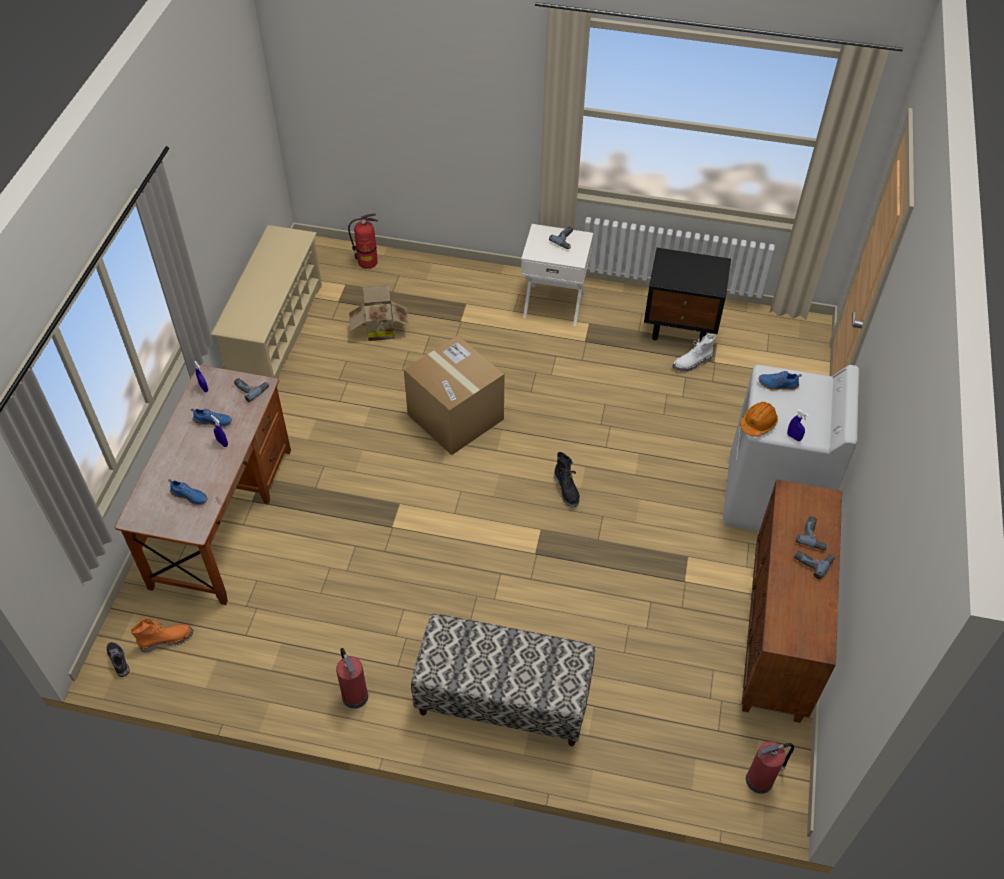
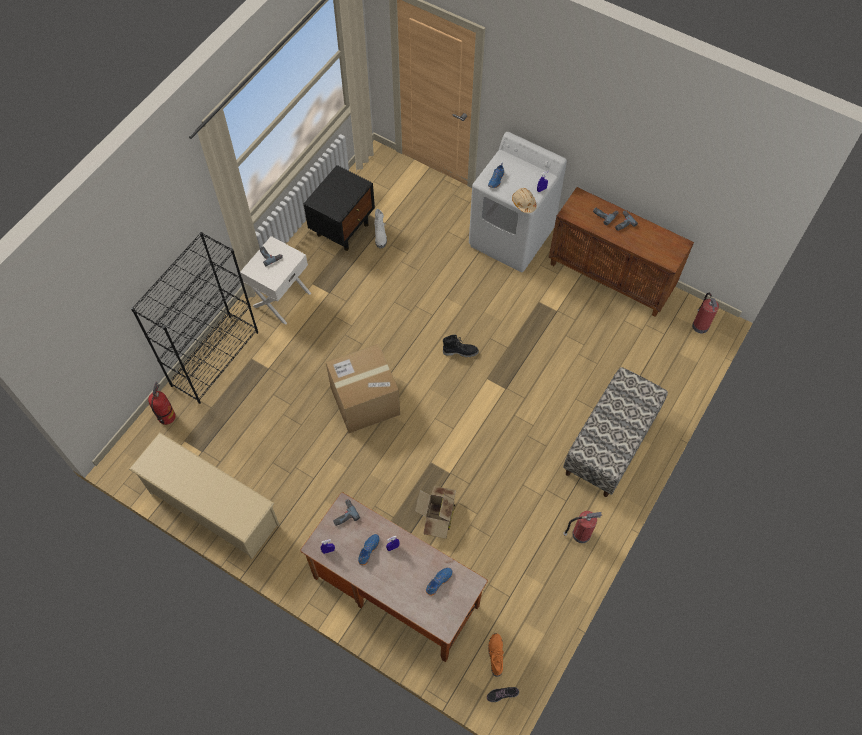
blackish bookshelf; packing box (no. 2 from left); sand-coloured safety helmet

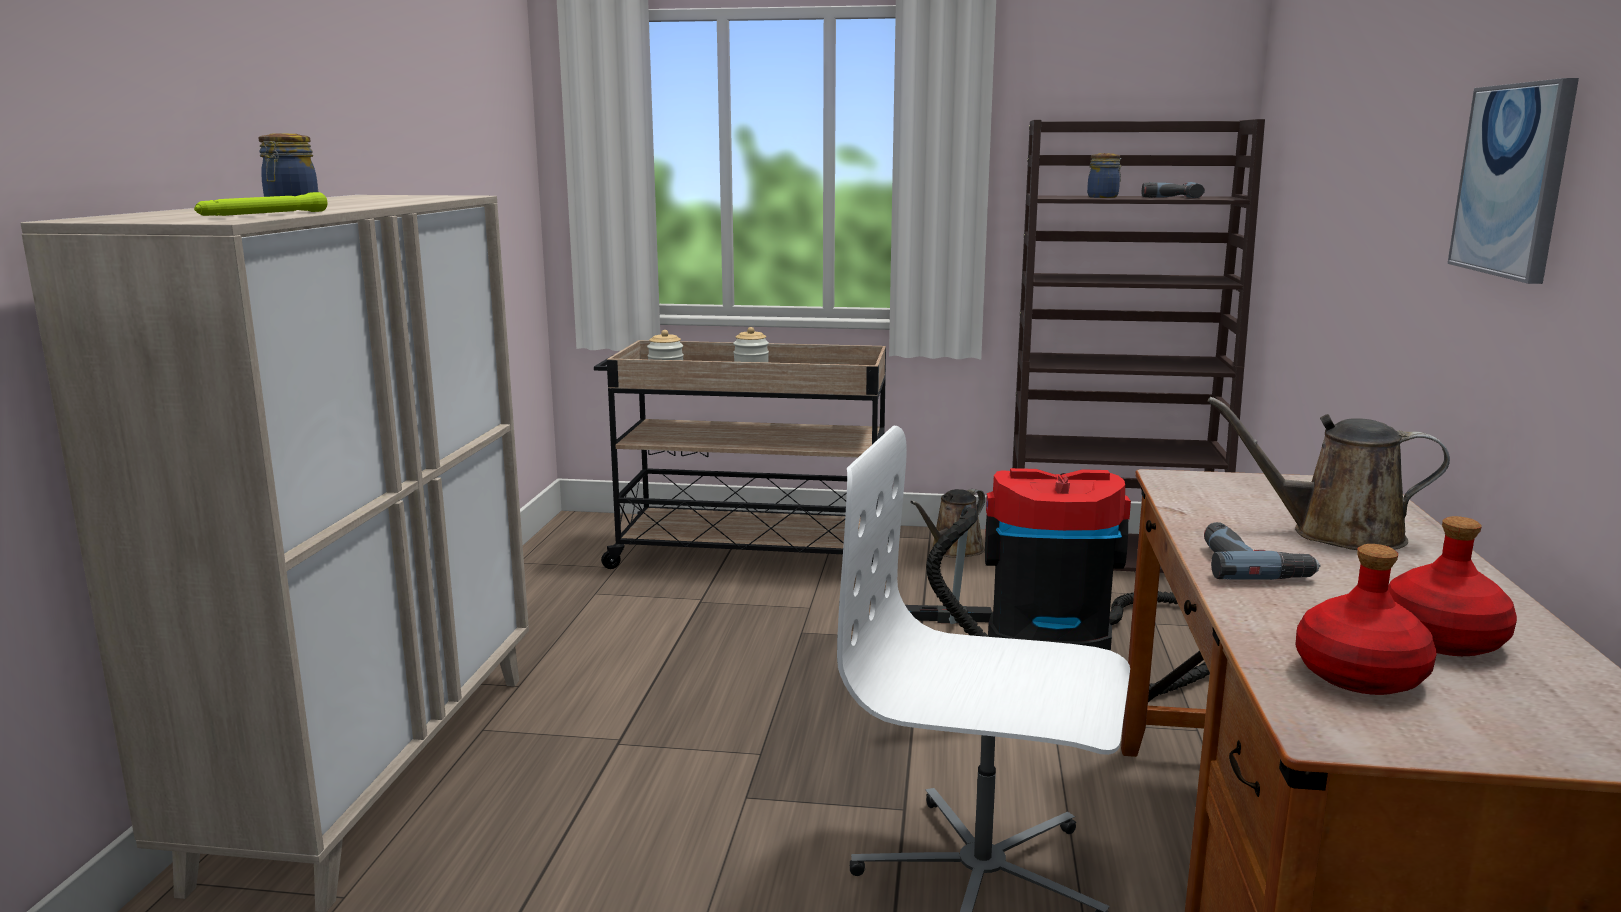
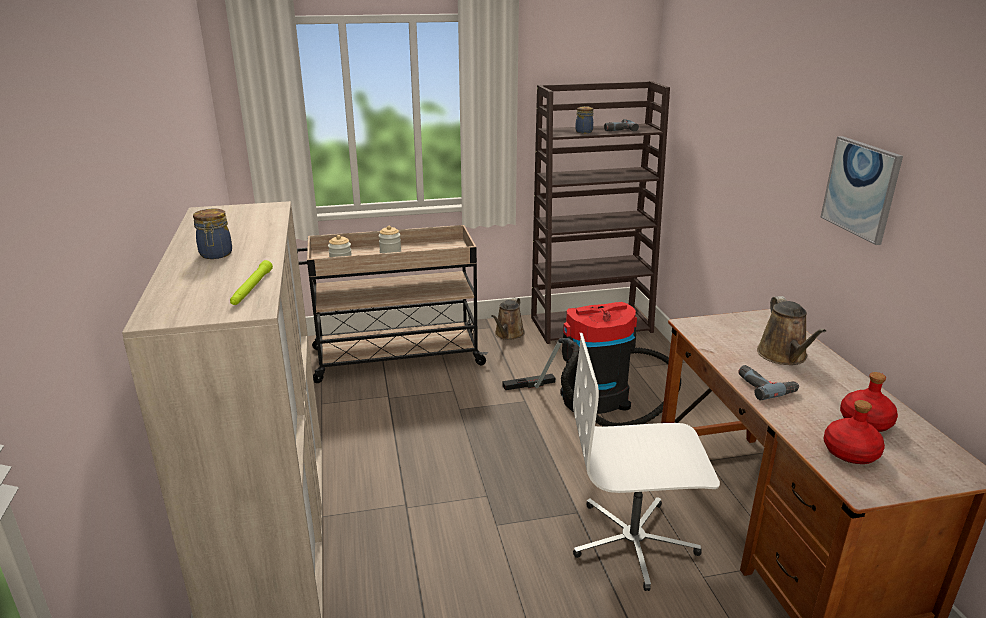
brownish watering pot (no. 2 from left)

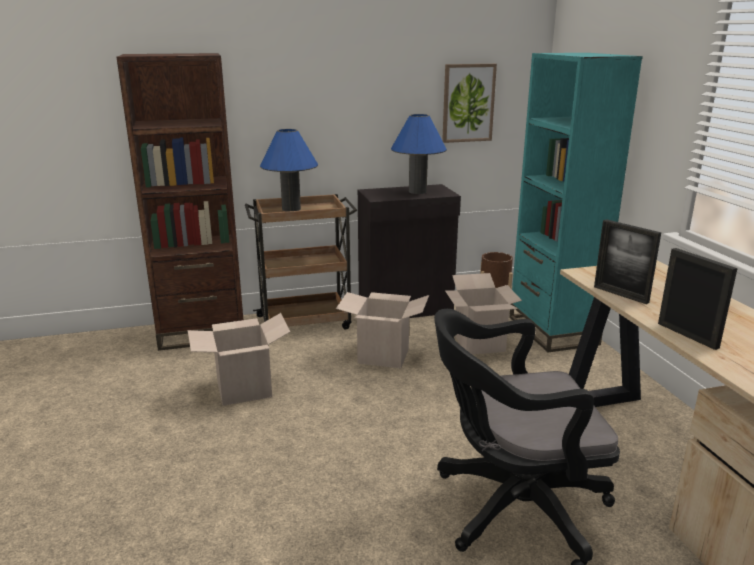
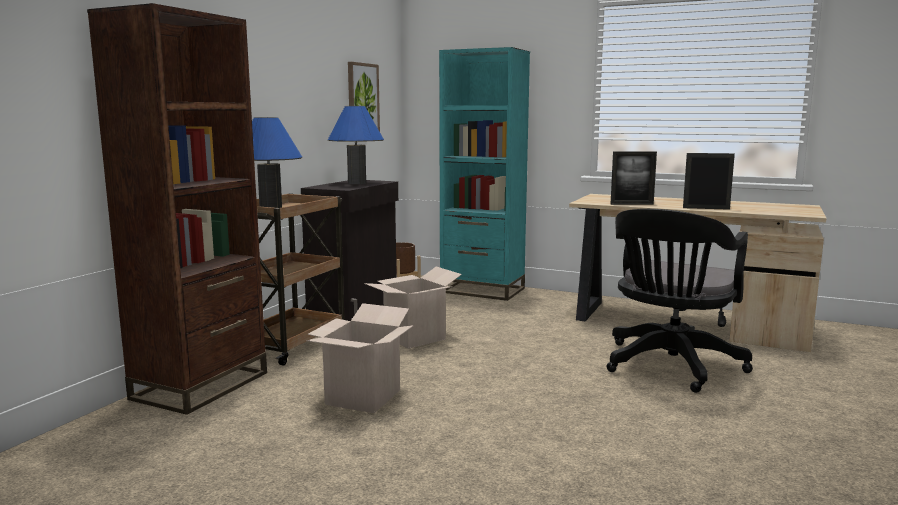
packing box (no. 3 from left in the first image)

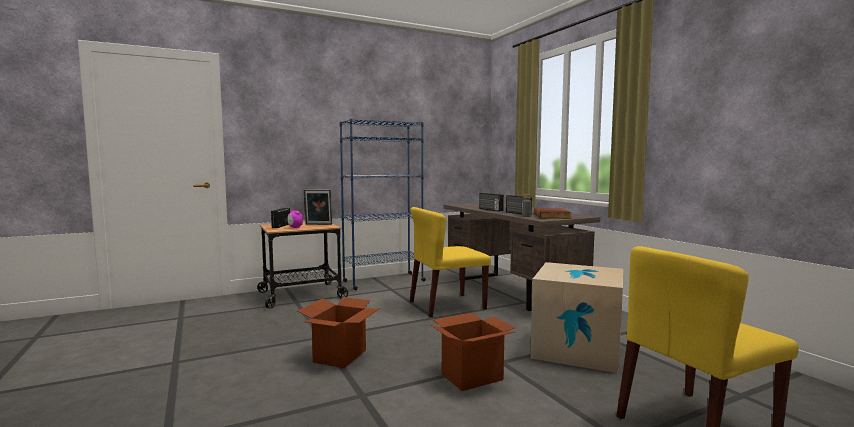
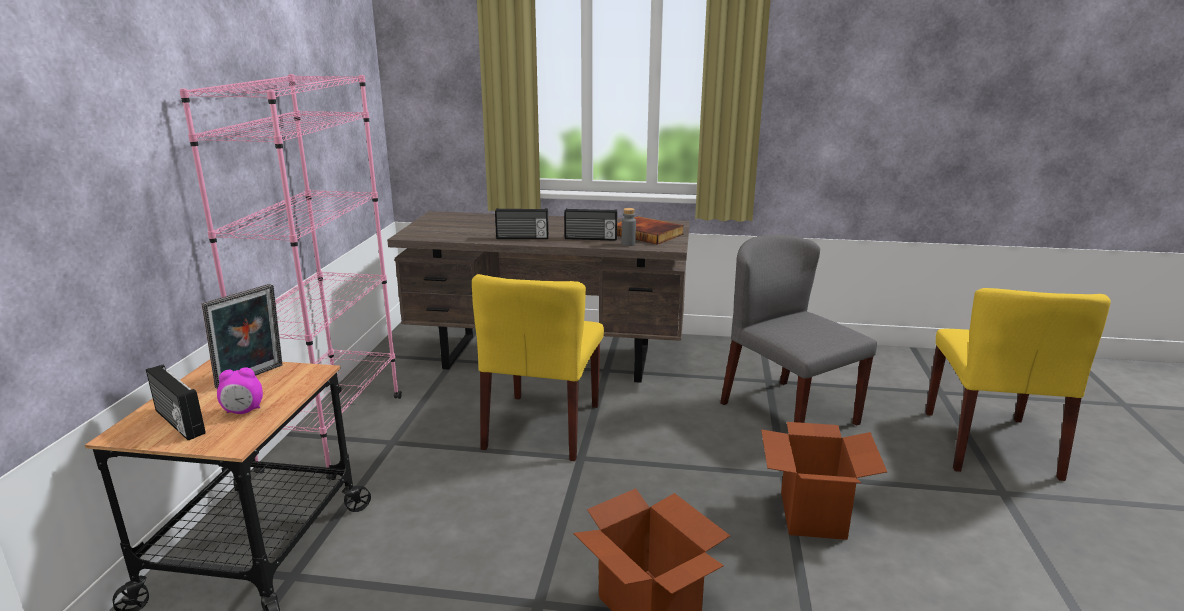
pink-coloured bookshelf; greyish upright chair

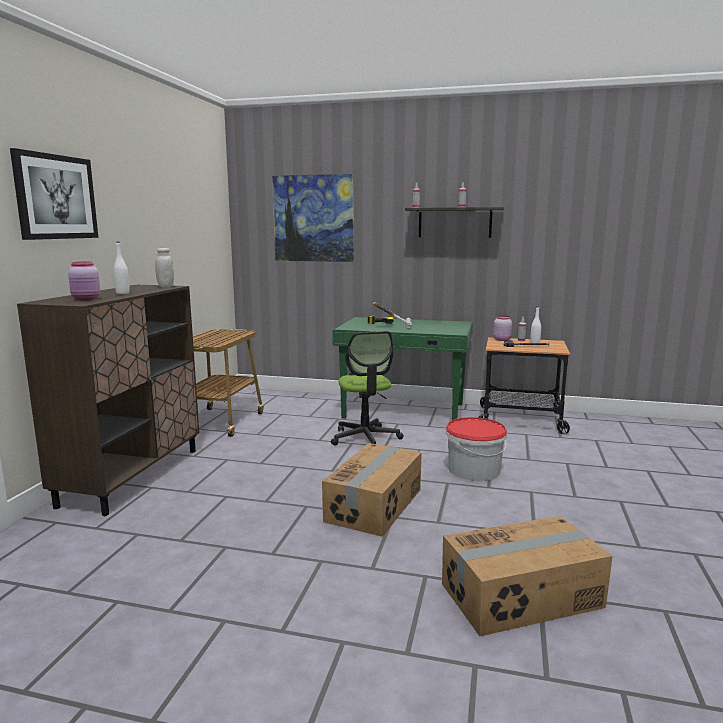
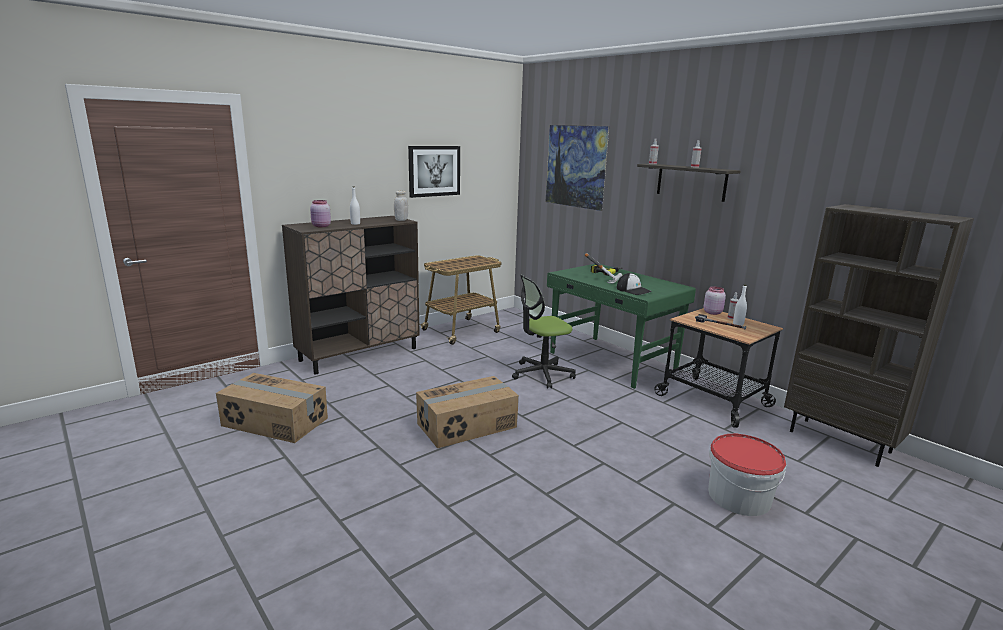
packing box (no. 1 from left); wall art (no. 1 from left); office chair; baseball cap; bucket; brownish bookshelf

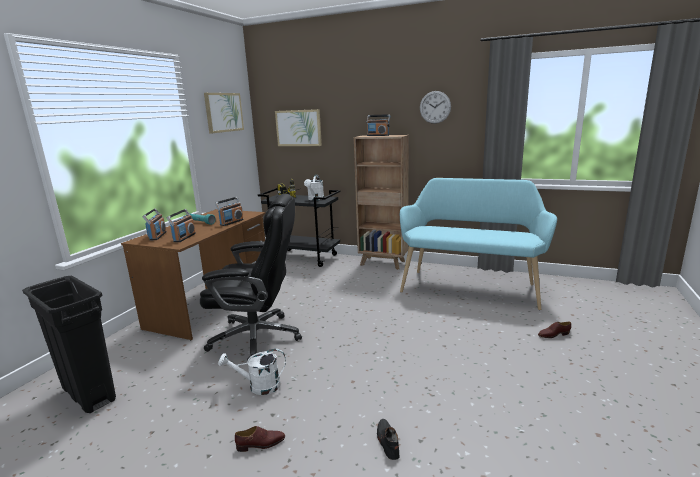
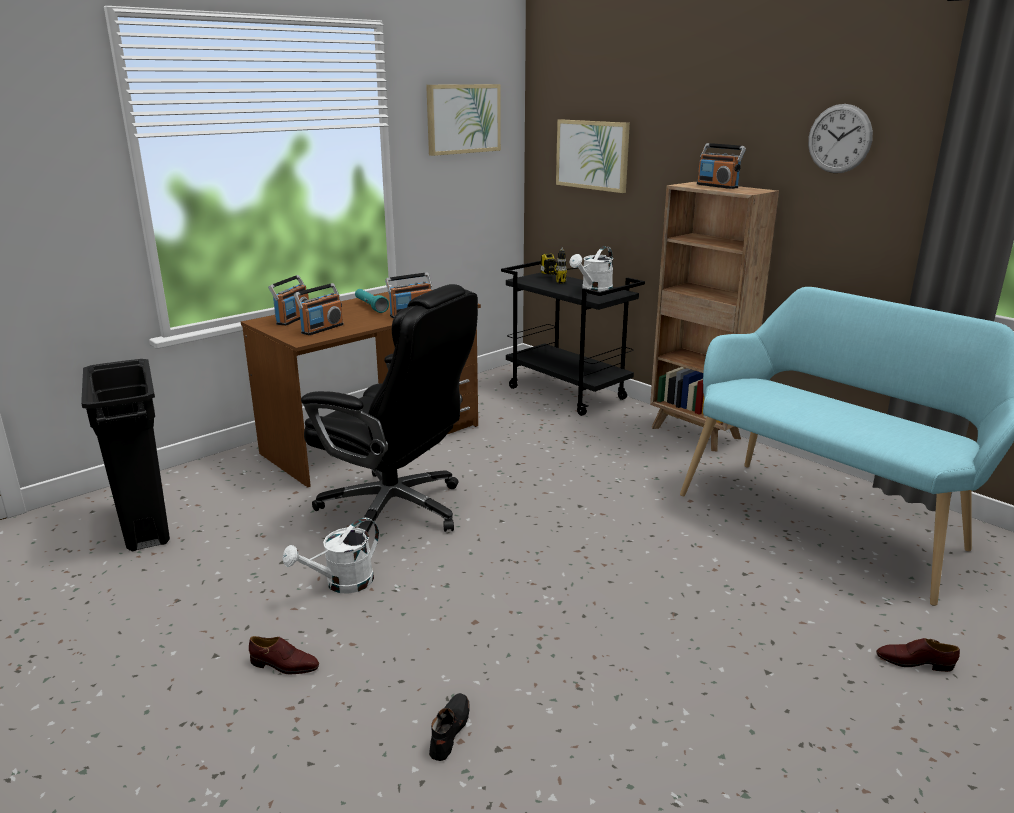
white watering pot (no. 1 from left)

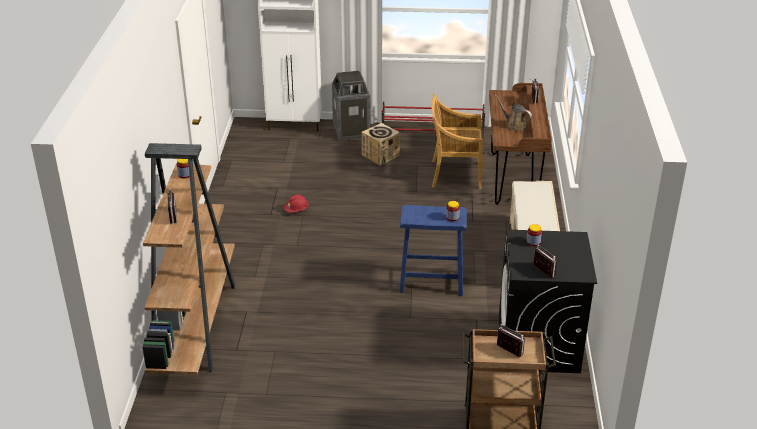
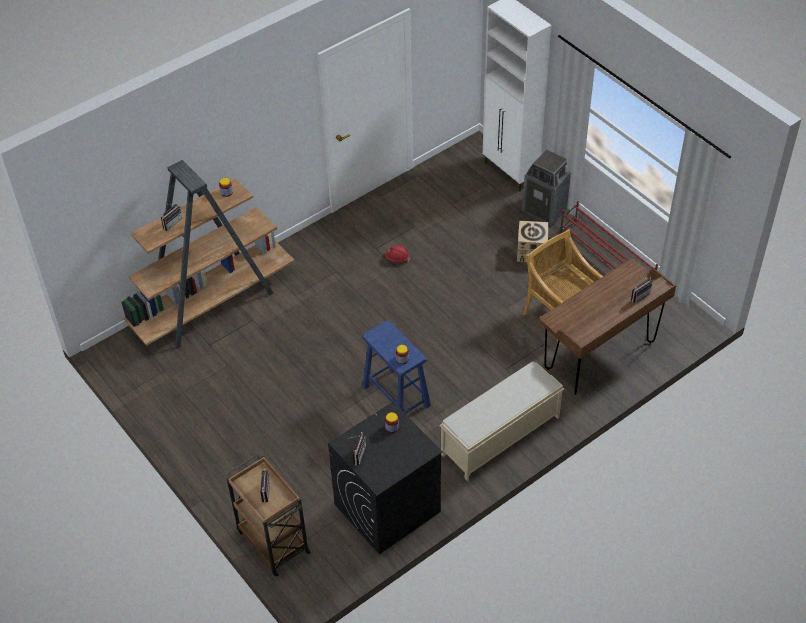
brownish watering pot

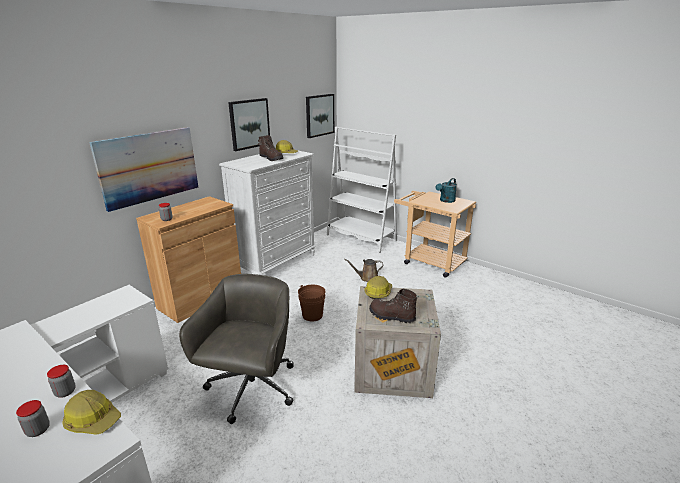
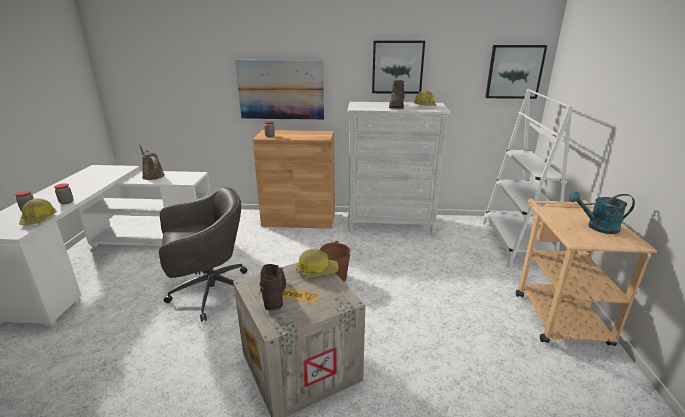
brownish watering pot

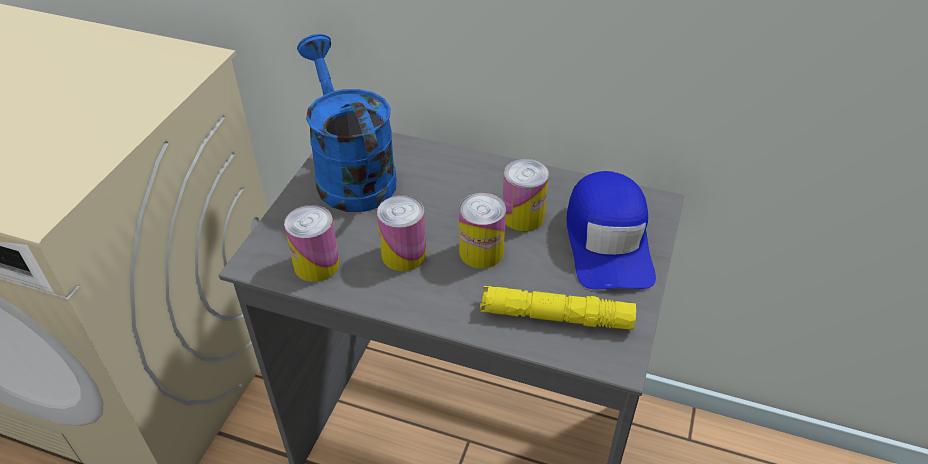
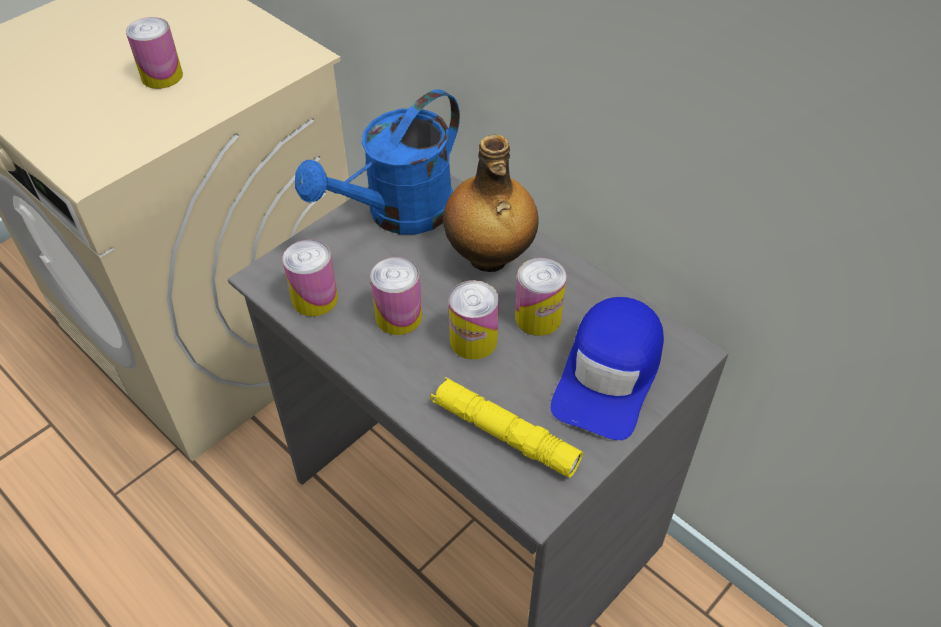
metal can (no. 1 from left); blue watering pot; bottle

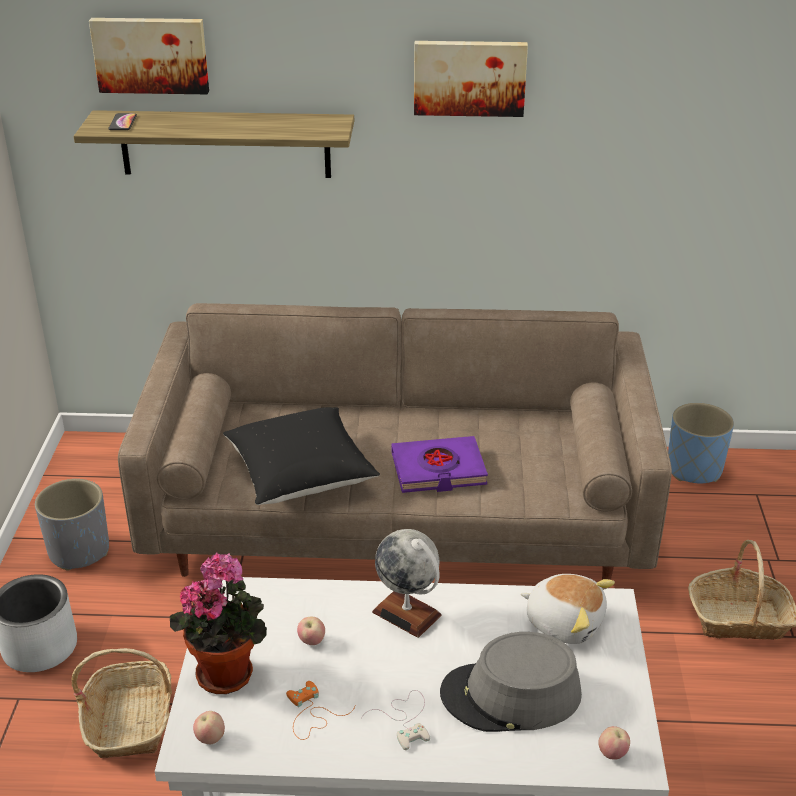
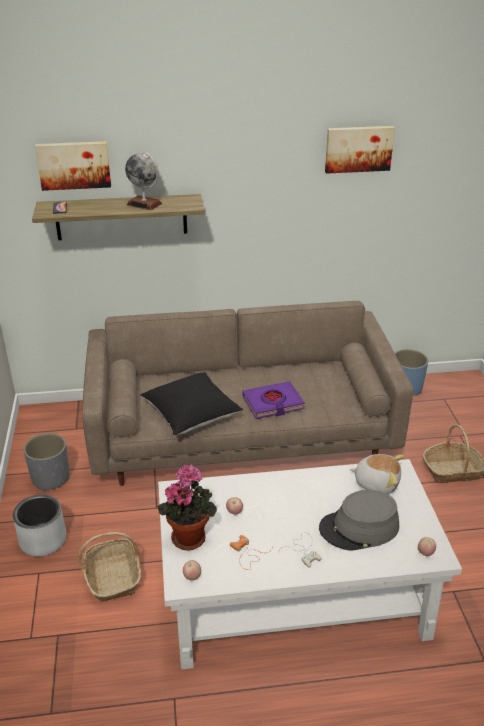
world globe; wall art (no. 2 from left)

